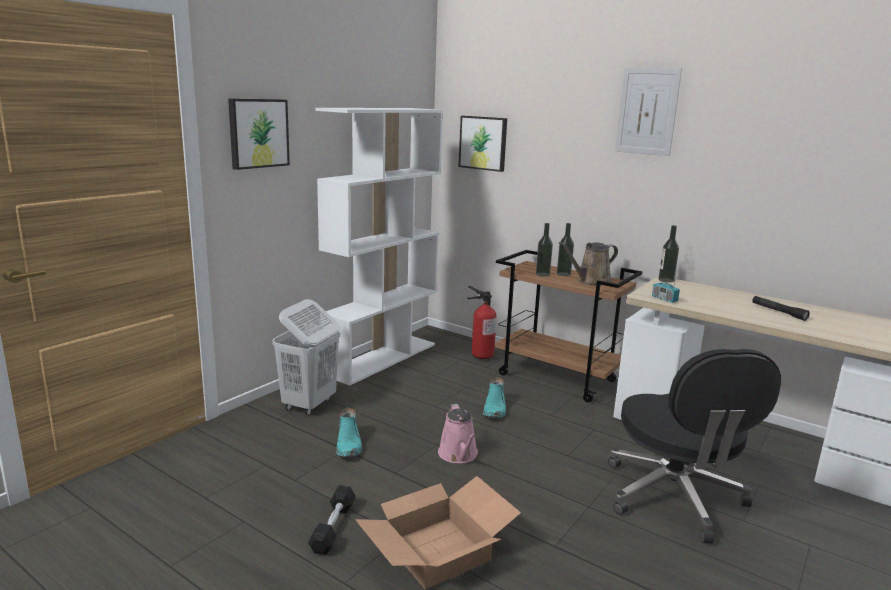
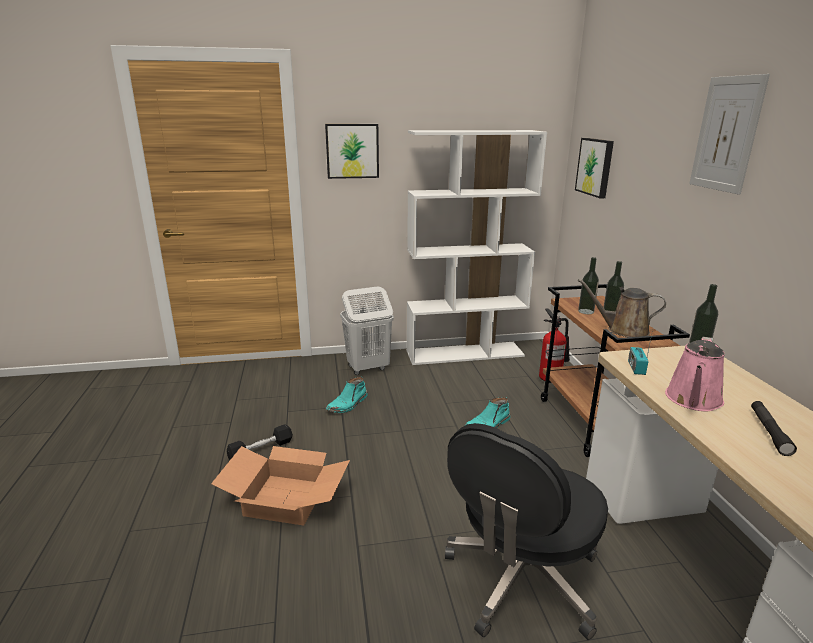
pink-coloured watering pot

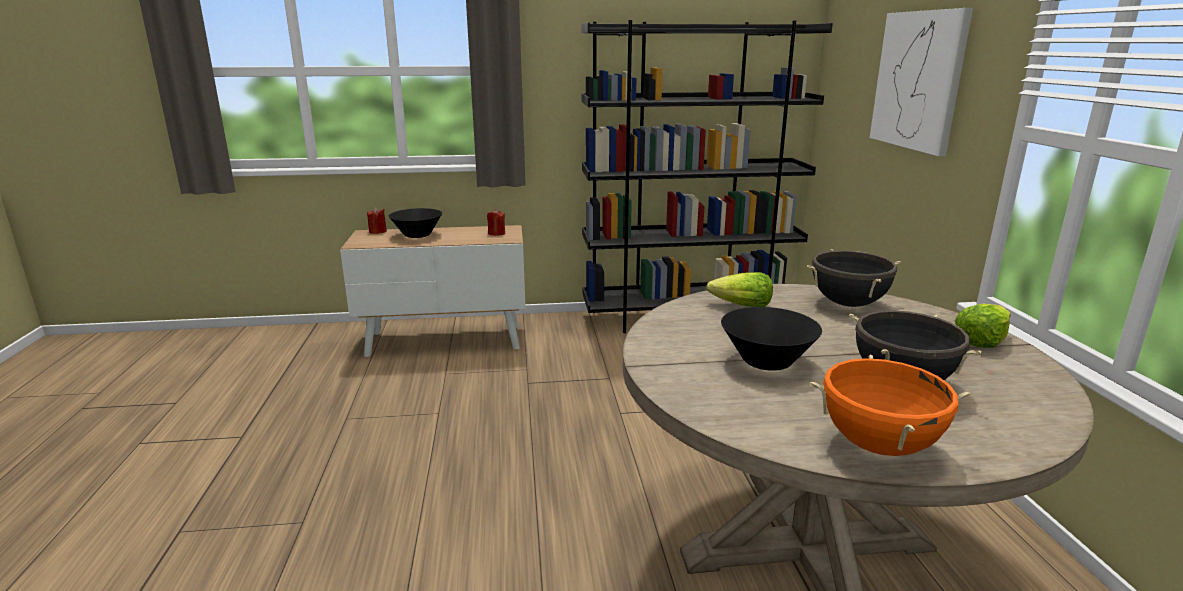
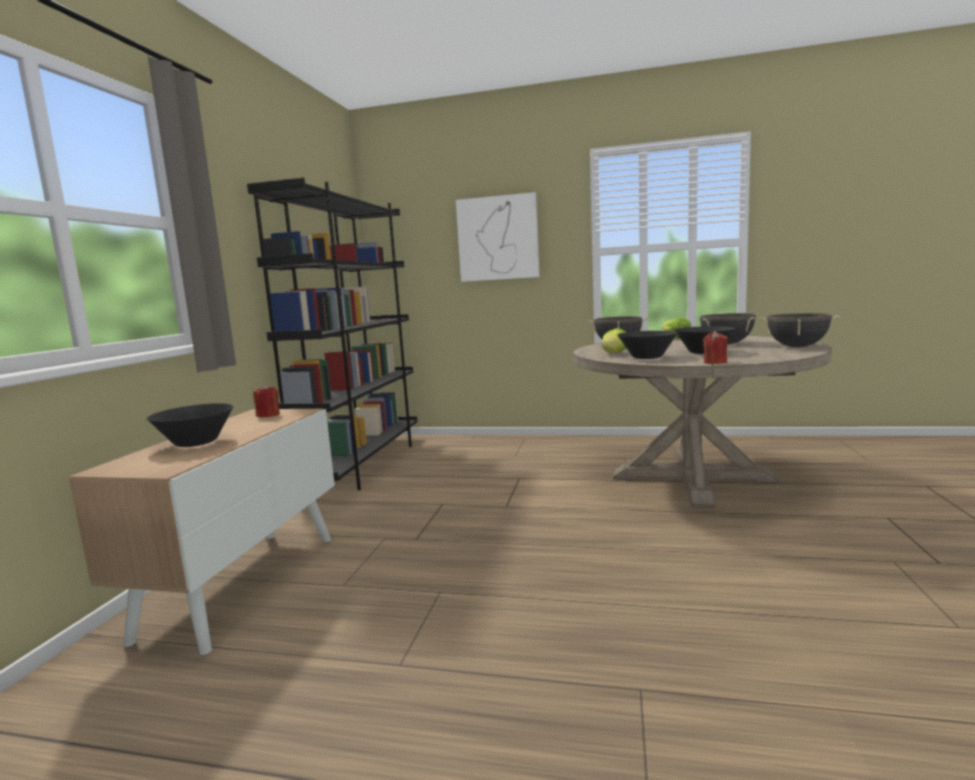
blackish serving bowl (no. 2 from left); reddish wax light (no. 2 from left); blackish cooking pot (no. 3 from left)

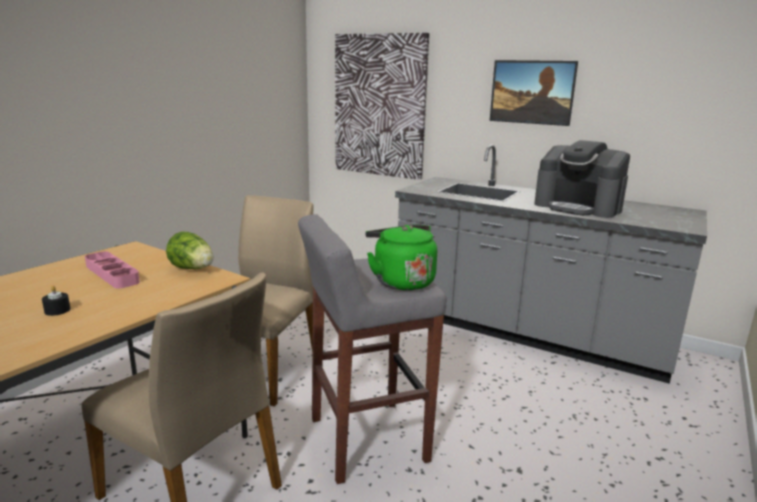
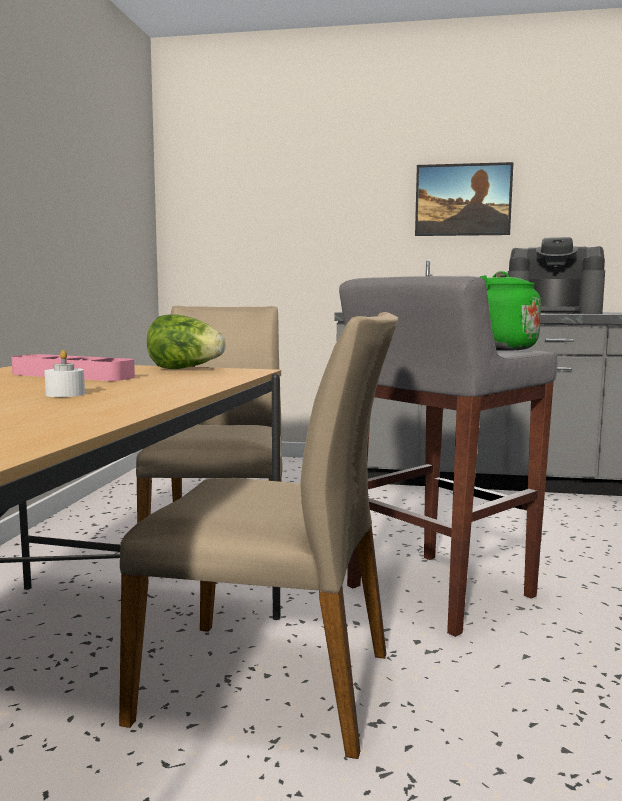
white wax light; wall art (no. 1 from left in the first image)

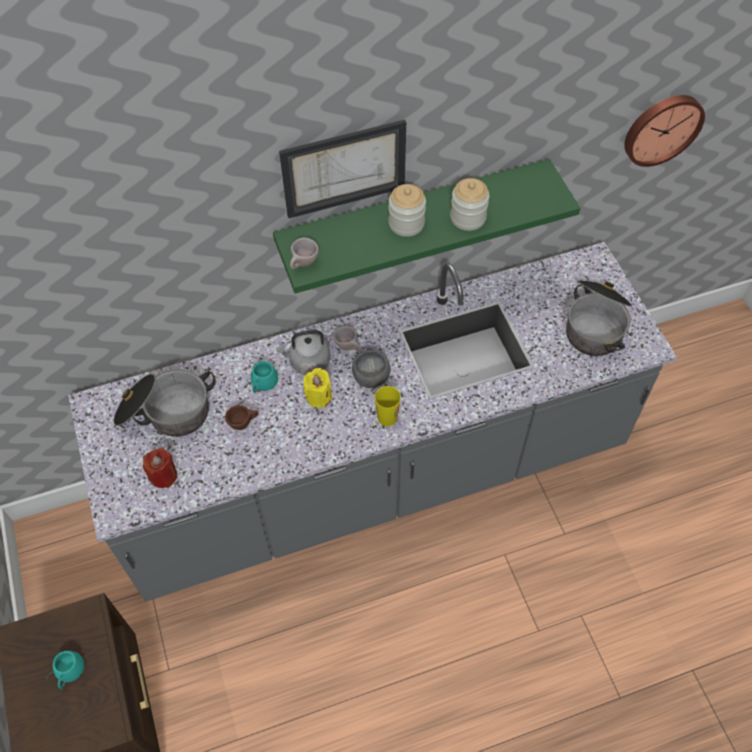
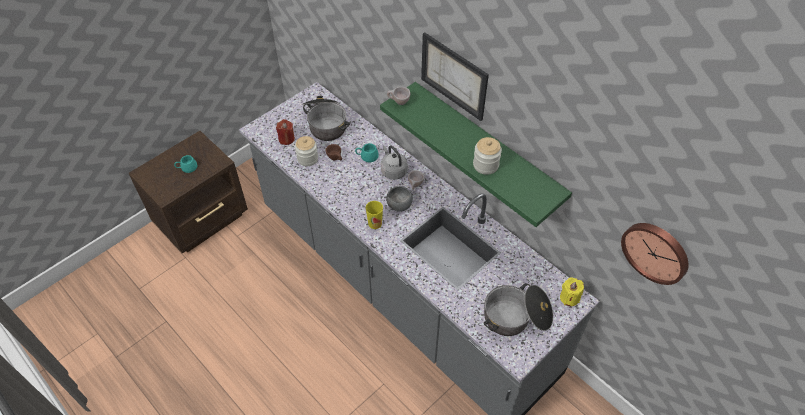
jar (no. 1 from left); yellowish wax light

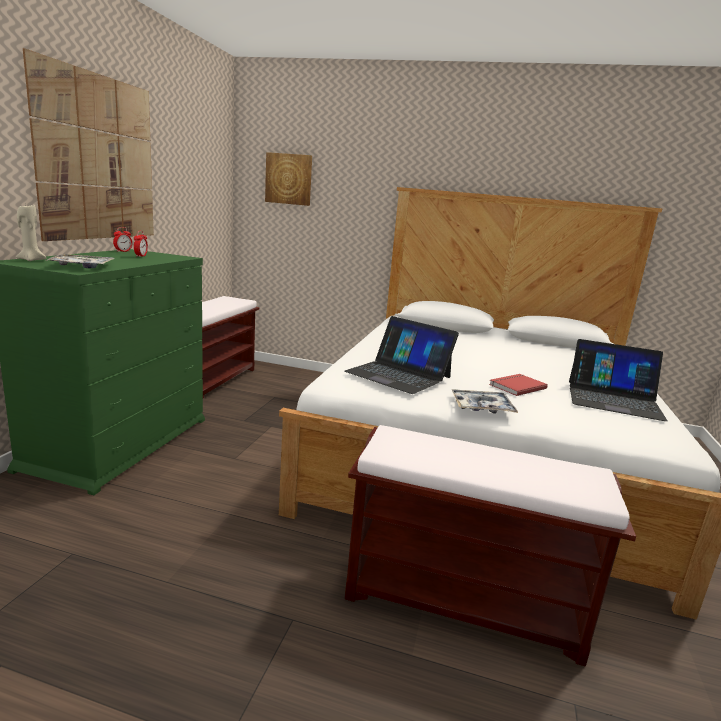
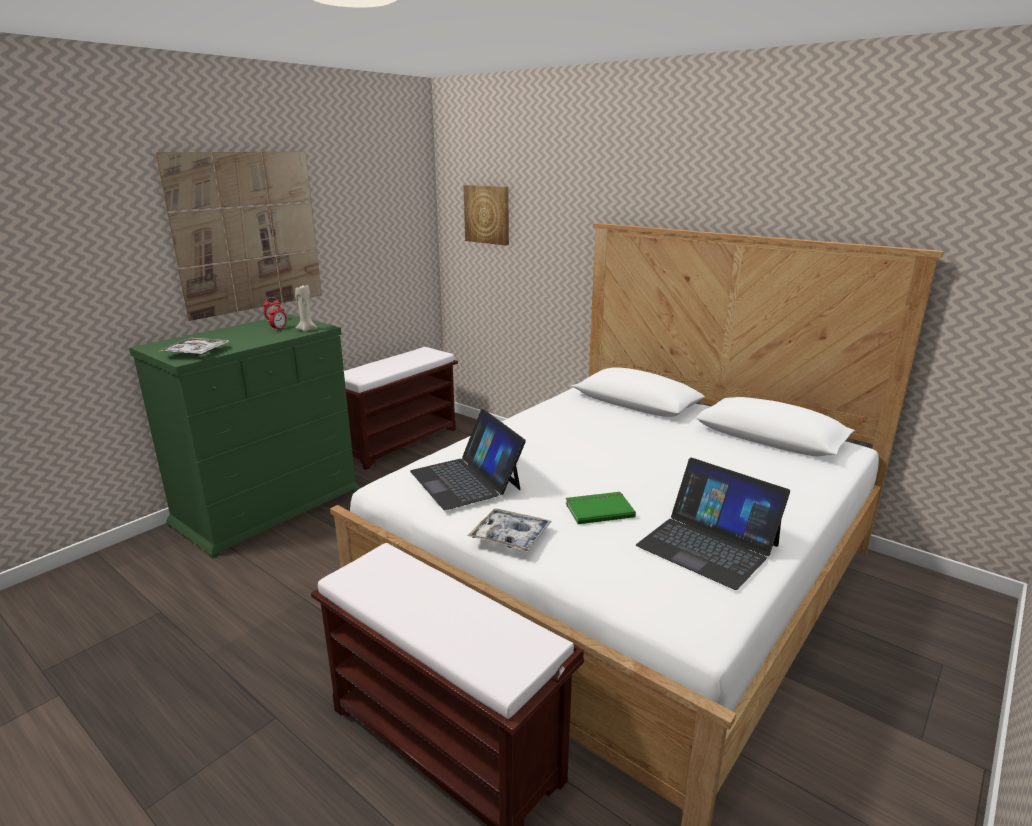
sand-coloured wax light; green-coloured volume

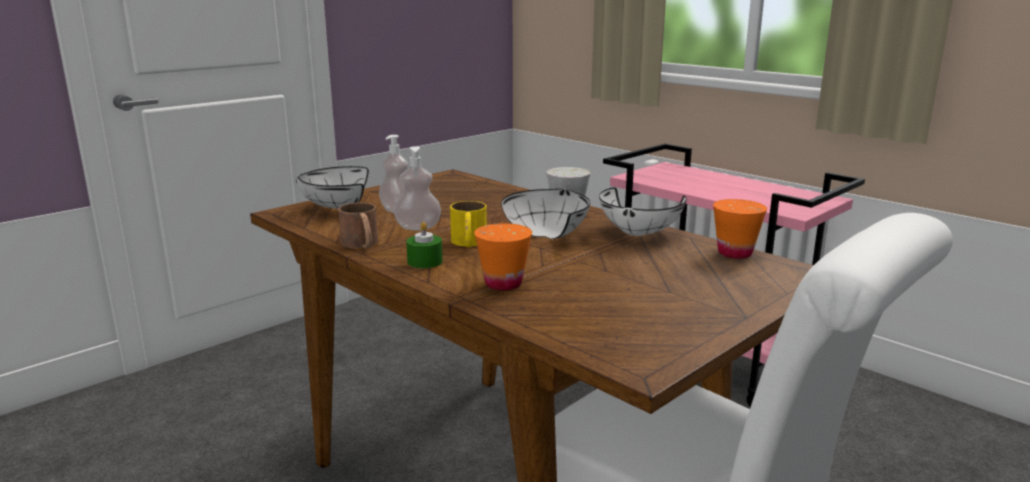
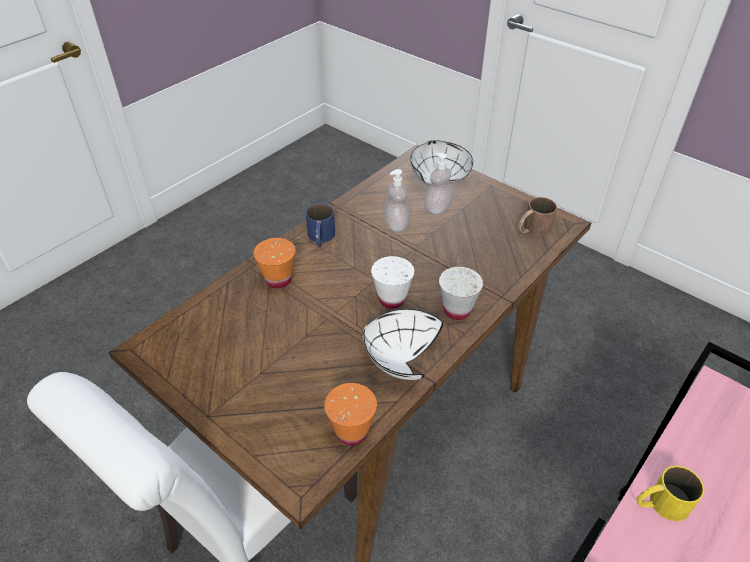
blue tea mug; white small cup (no. 1 from left); brownish tea mug; yellowish tea mug

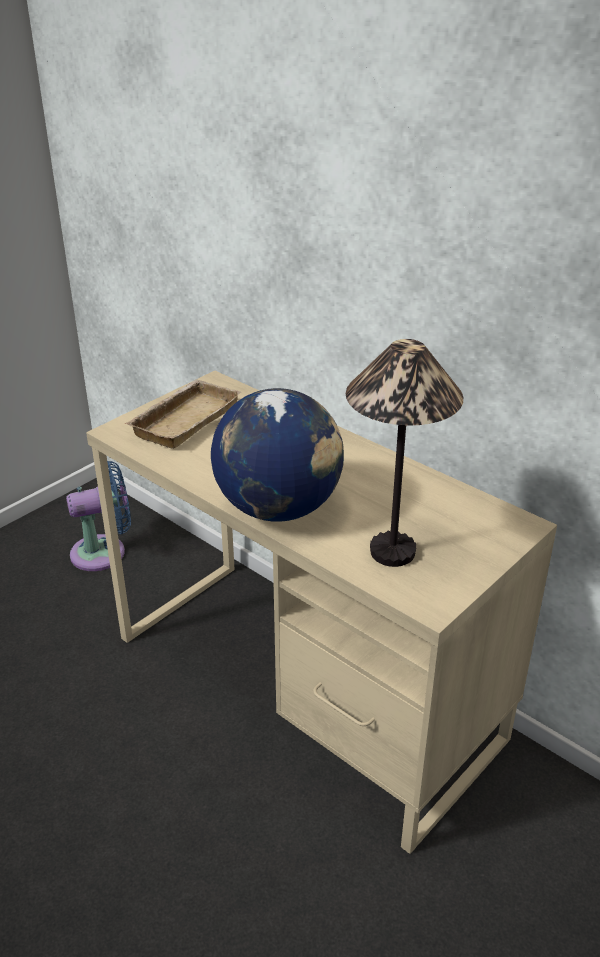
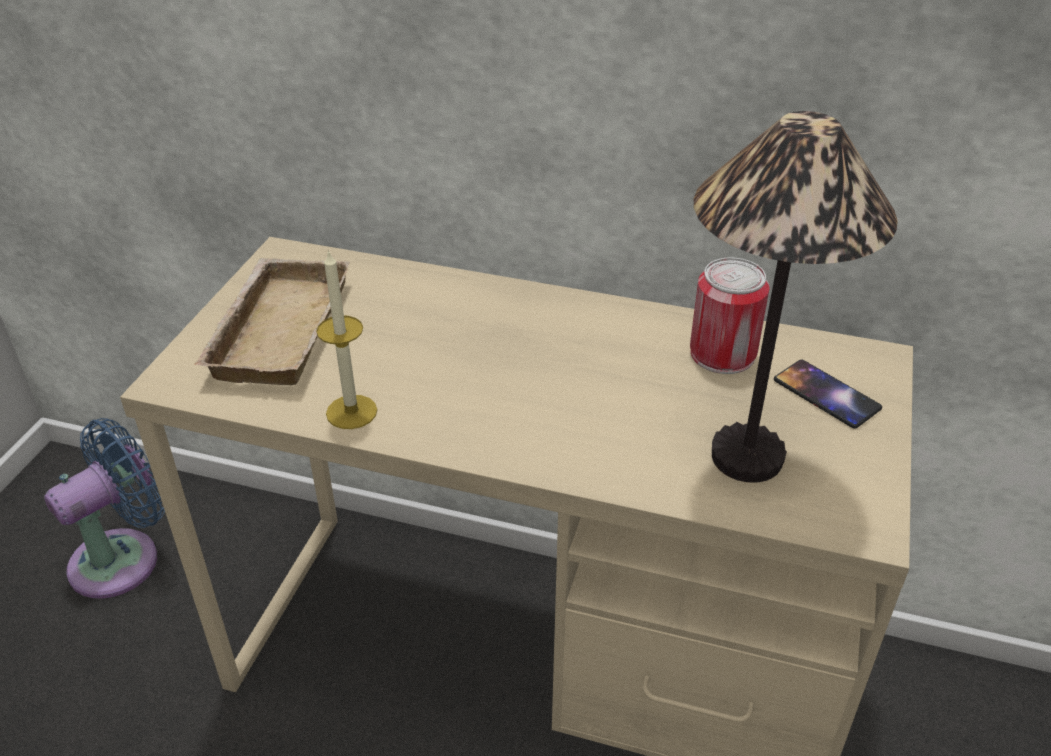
wax light; metal can; phone; world globe

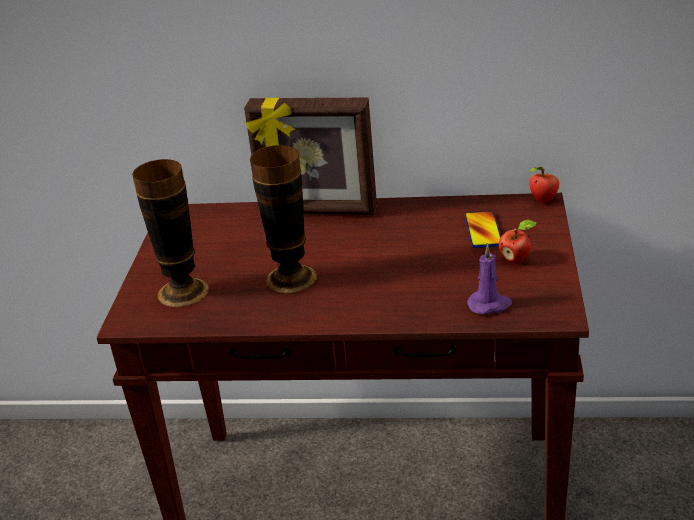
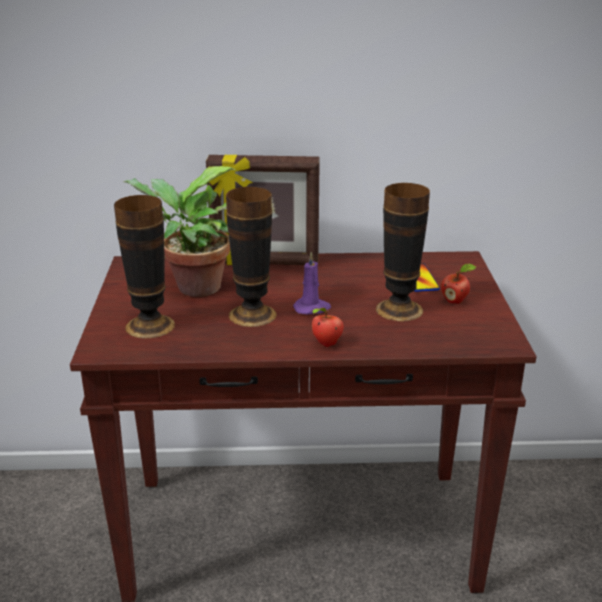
potted plant; purple wax light; apple (no. 1 from left); vase (no. 3 from left)

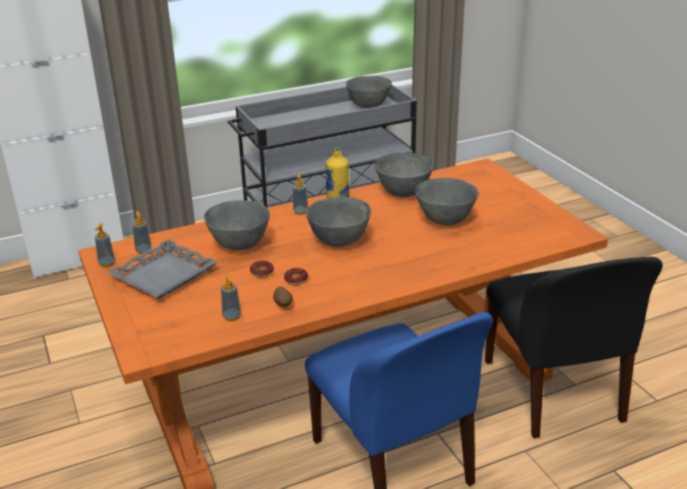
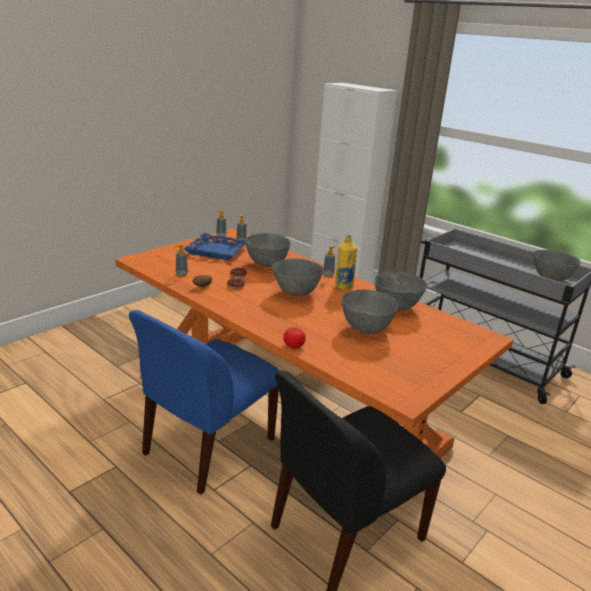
blue serving tray; fresh tomato

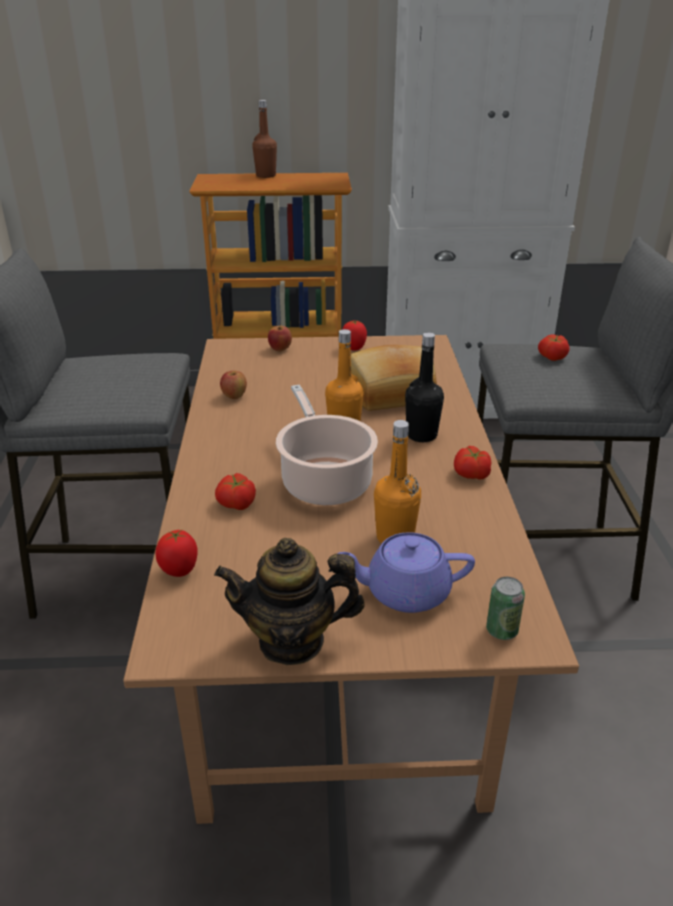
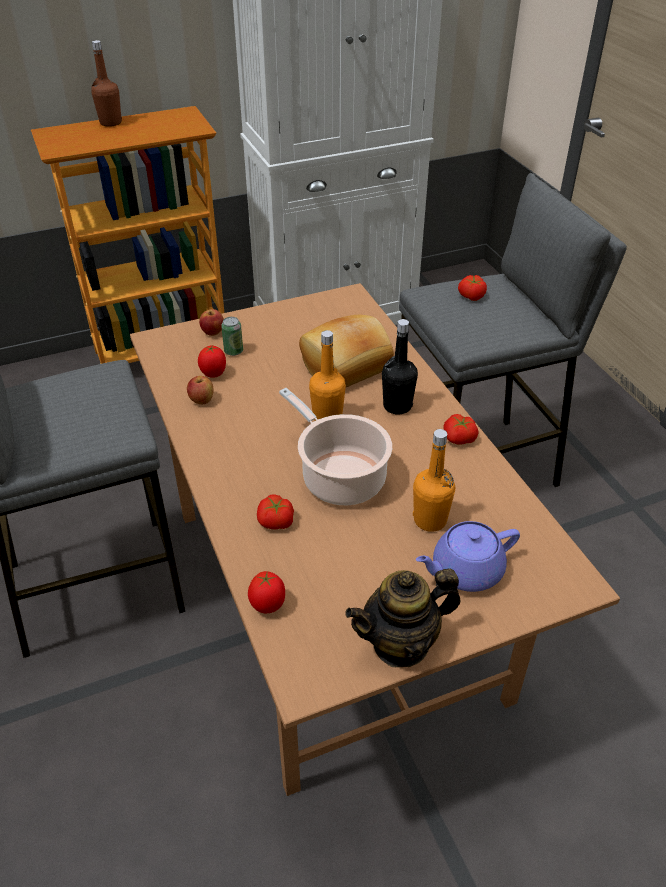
fresh tomato (no. 1 from left); metal can

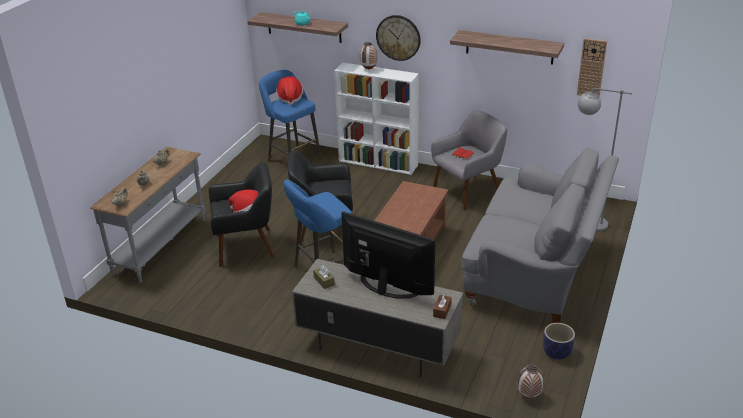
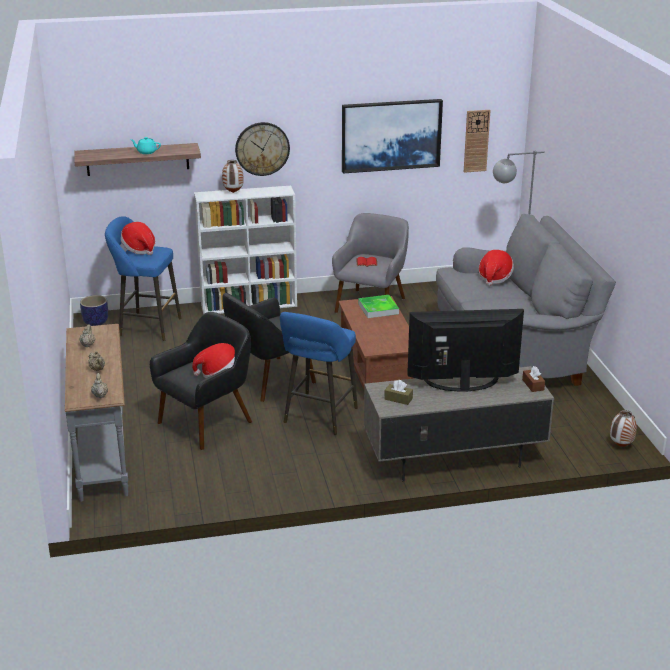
plant pot; wall art; serving tray; wearable hat (no. 3 from left)

